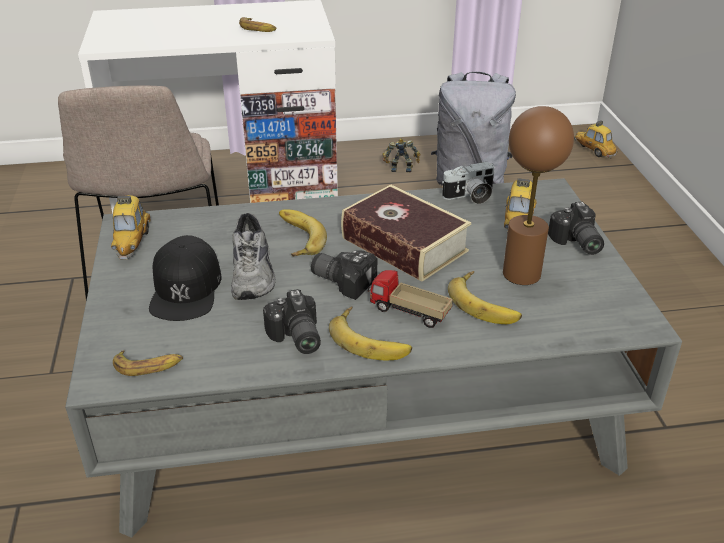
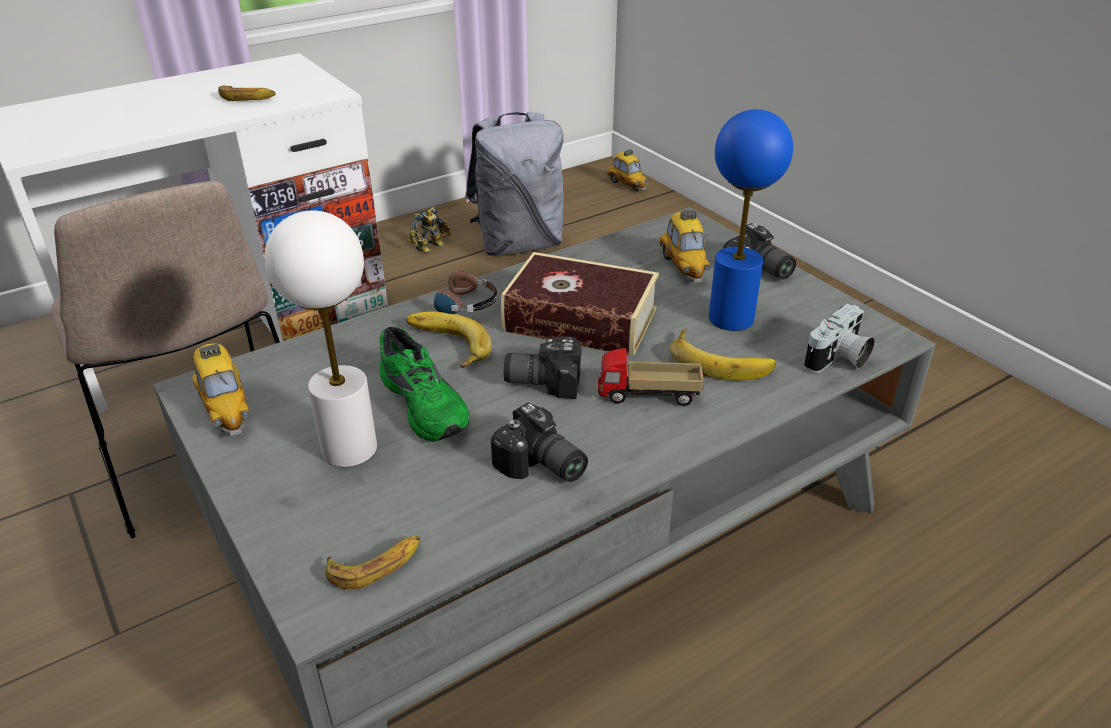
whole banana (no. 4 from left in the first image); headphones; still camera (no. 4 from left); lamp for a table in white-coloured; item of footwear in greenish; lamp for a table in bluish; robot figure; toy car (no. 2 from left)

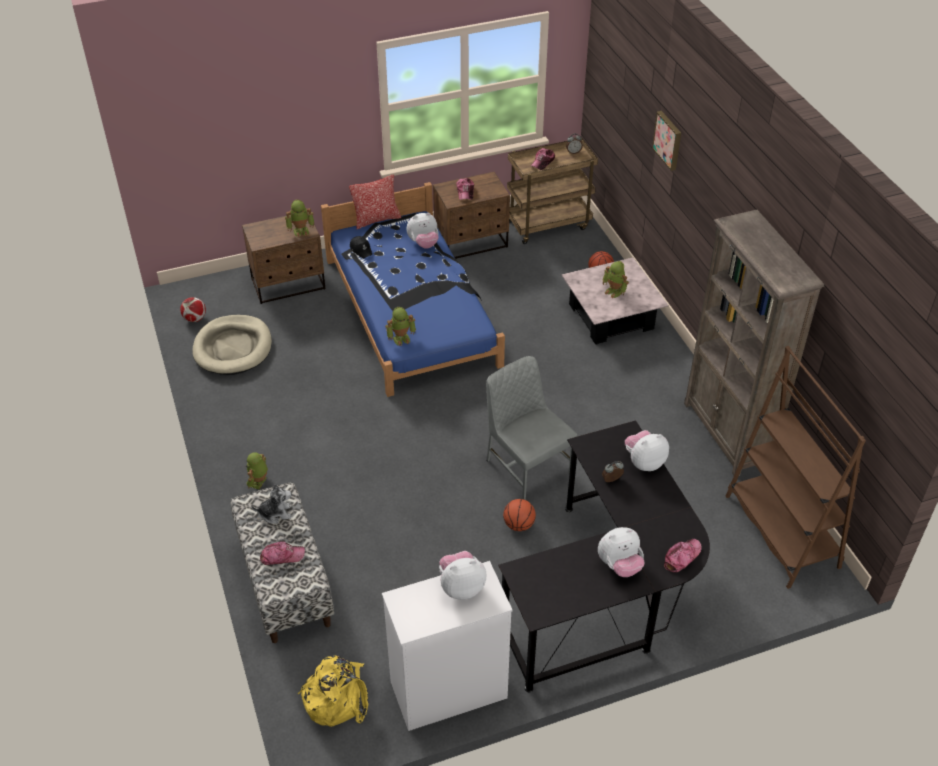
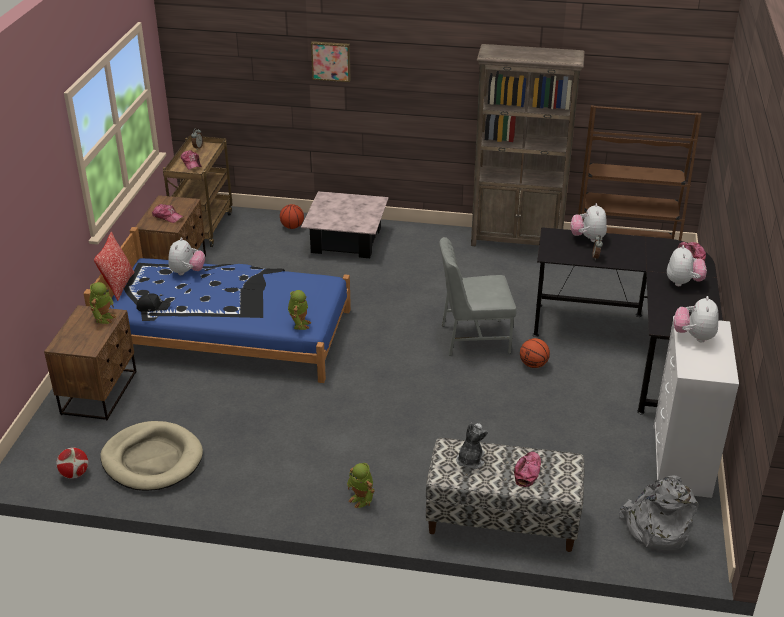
robot figure (no. 4 from left in the first image); rucksack in grey

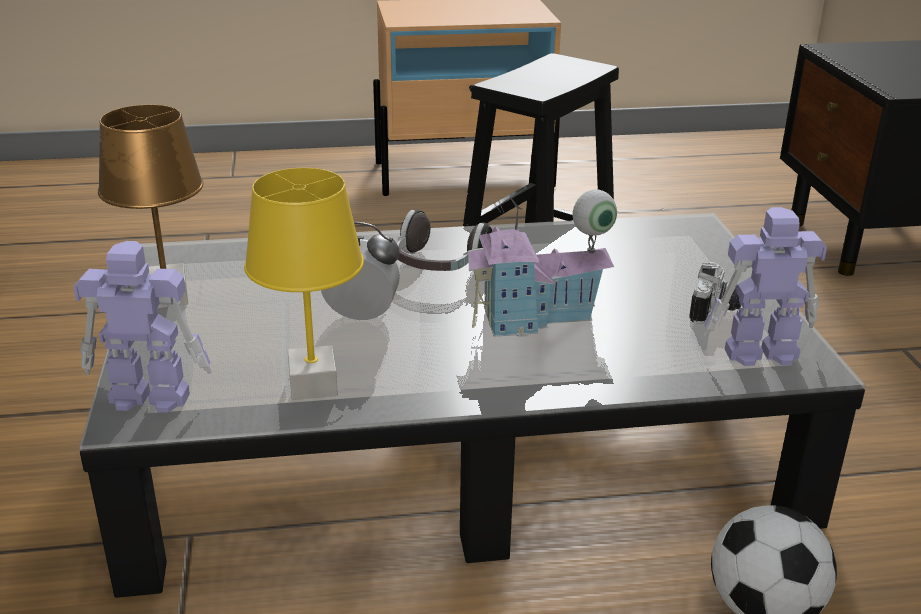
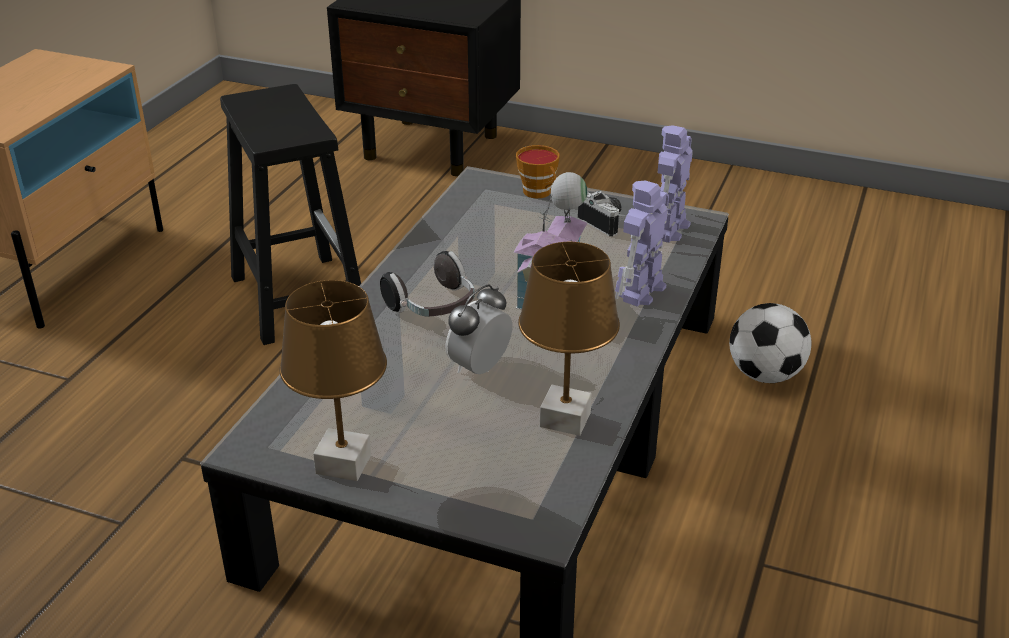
small cup; robot figure (no. 1 from left); lamp for a table in brownish (no. 2 from left)

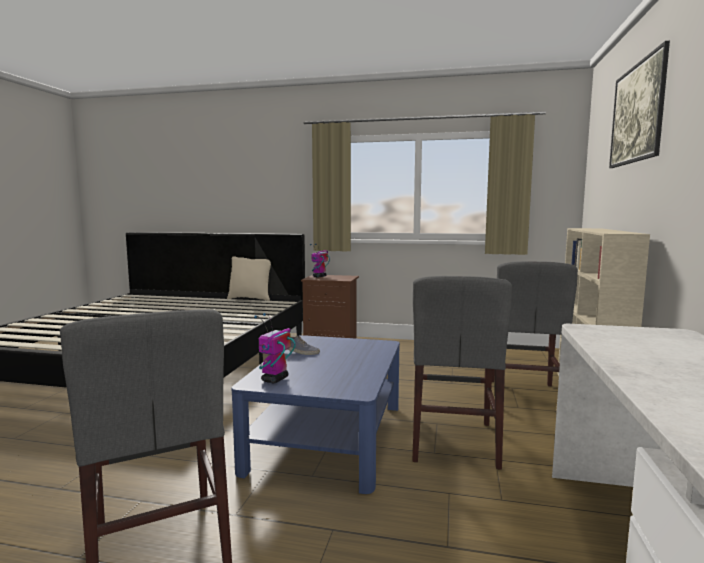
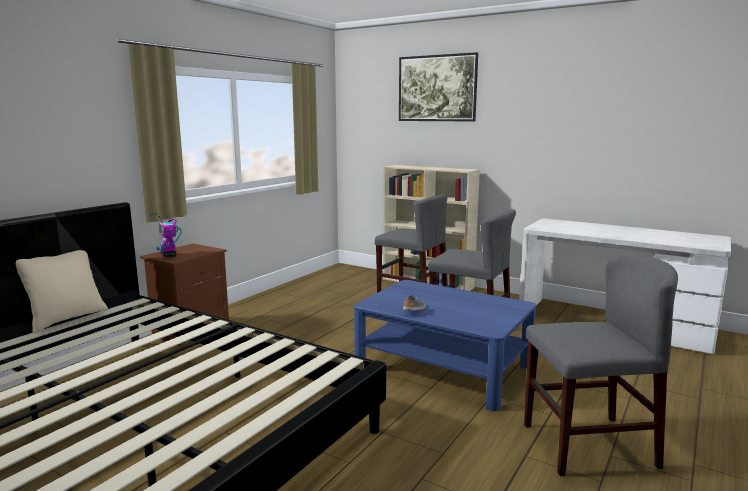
robot figure (no. 1 from left in the first image)

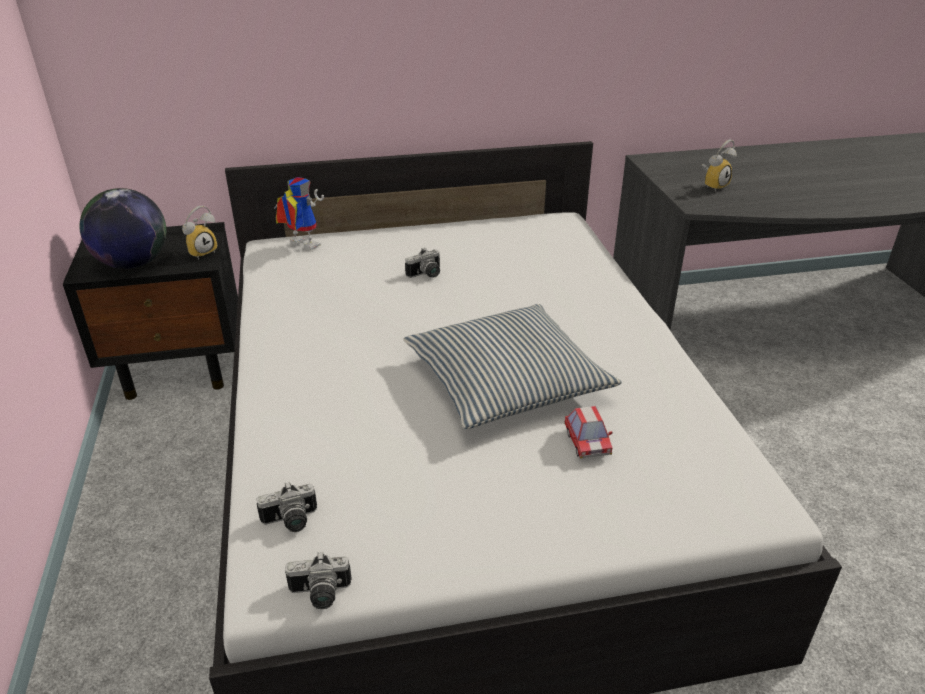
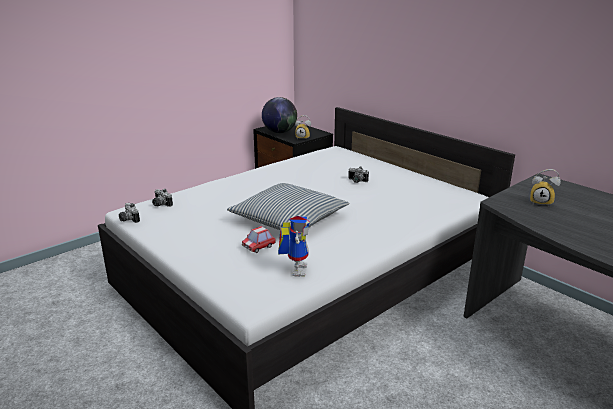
robot figure

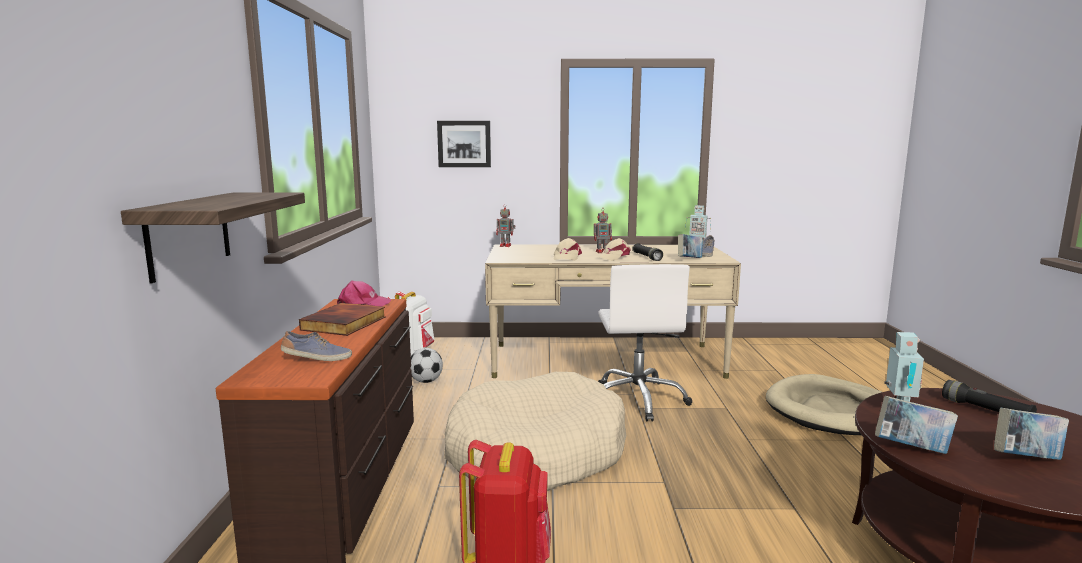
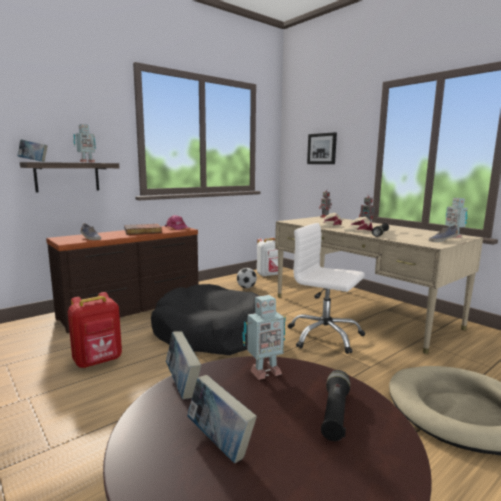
robot figure (no. 1 from left); volume (no. 1 from left); pet bed in blackish; desk chair in white-coloured

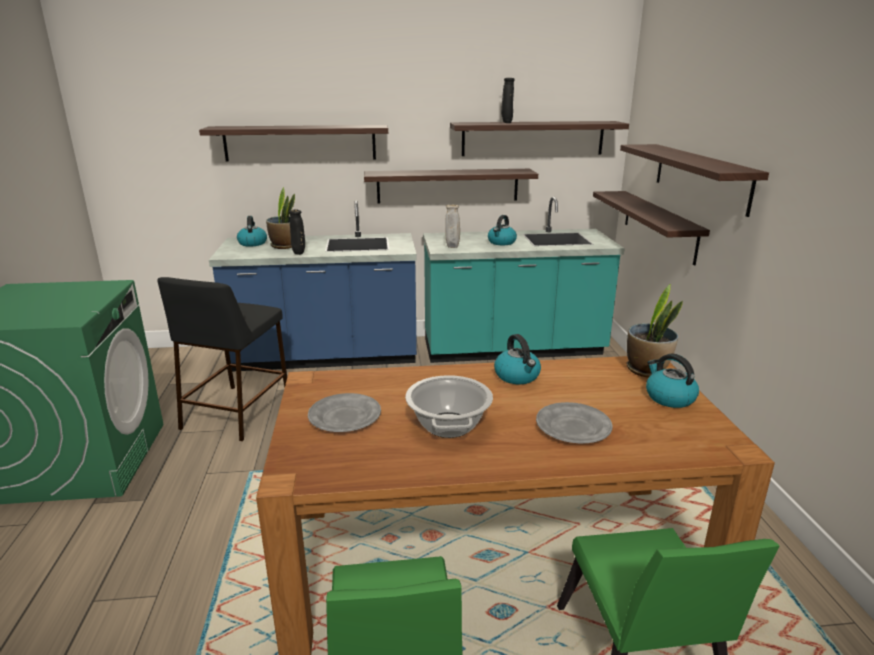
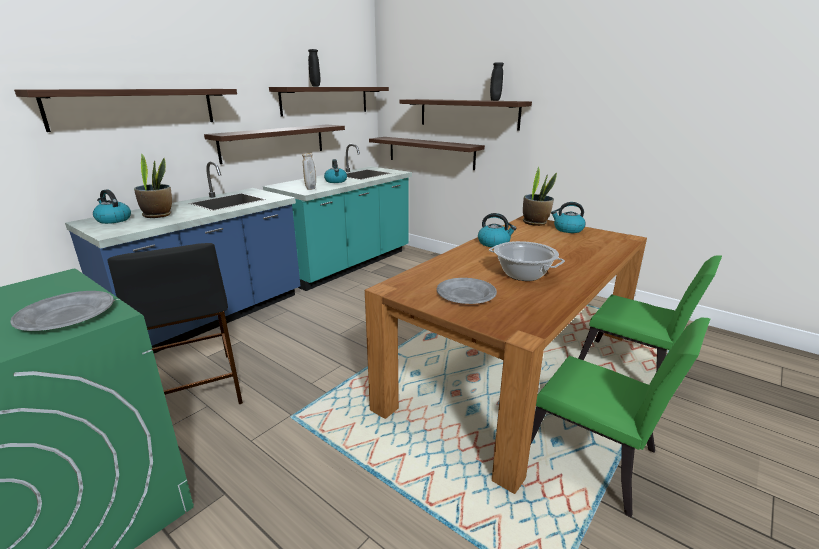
vase in blackish (no. 2 from left); plate in grey (no. 1 from left)

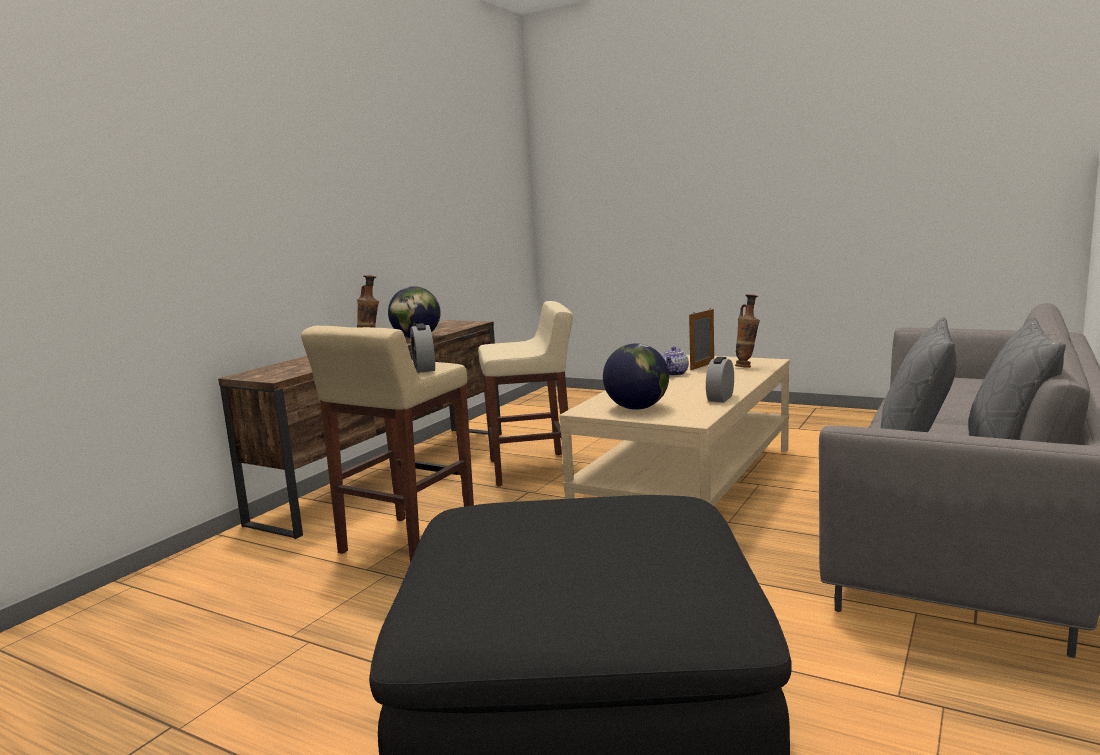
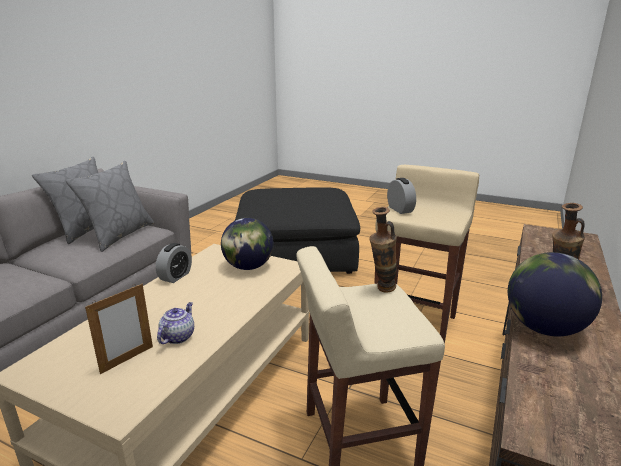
vase (no. 1 from left)

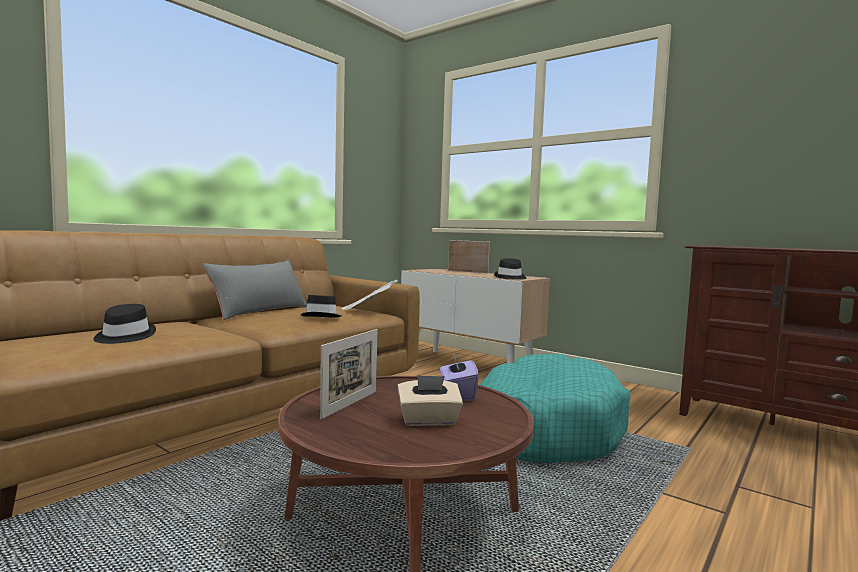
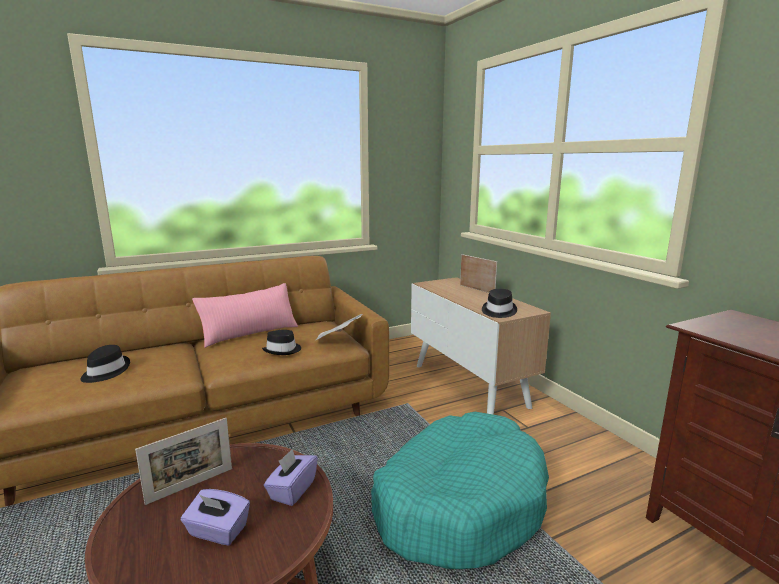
pillow in pinkish; tissue box in purplish (no. 1 from left)

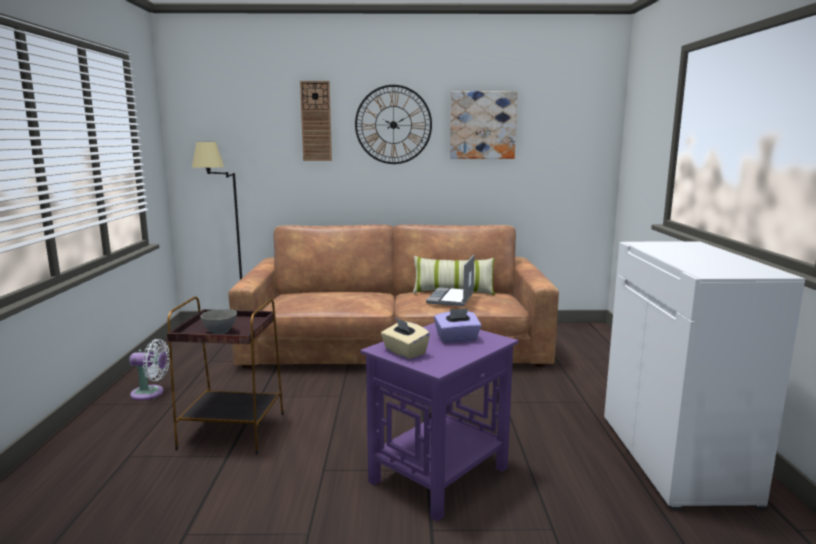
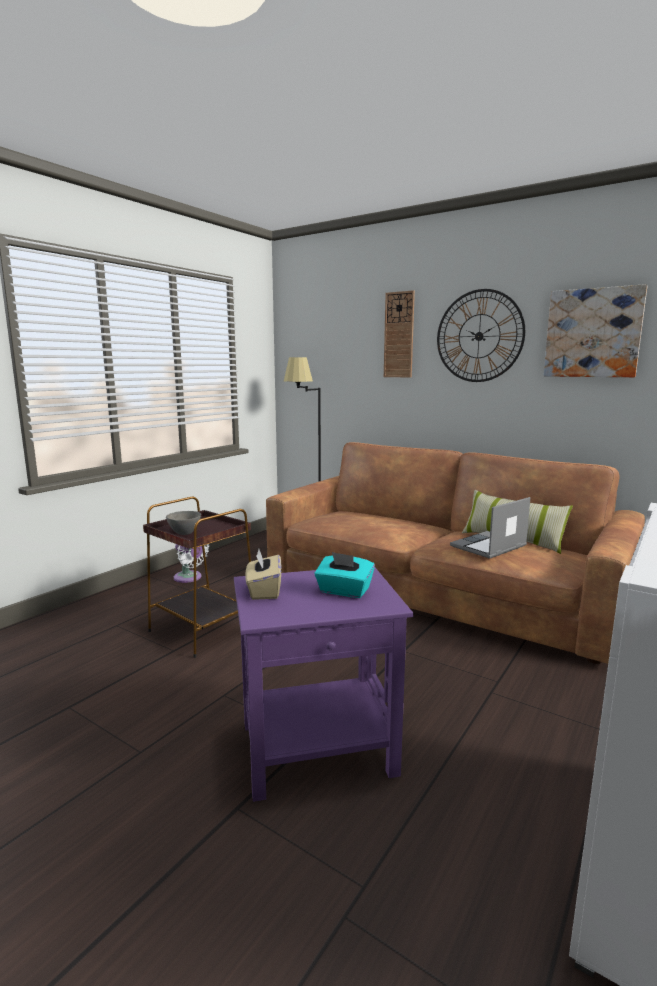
tissue box in turquoise-coloured

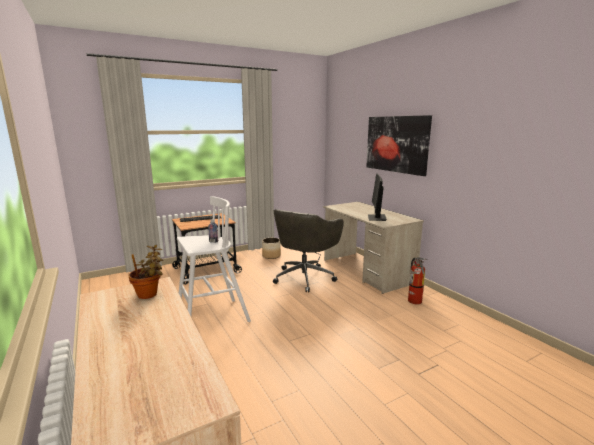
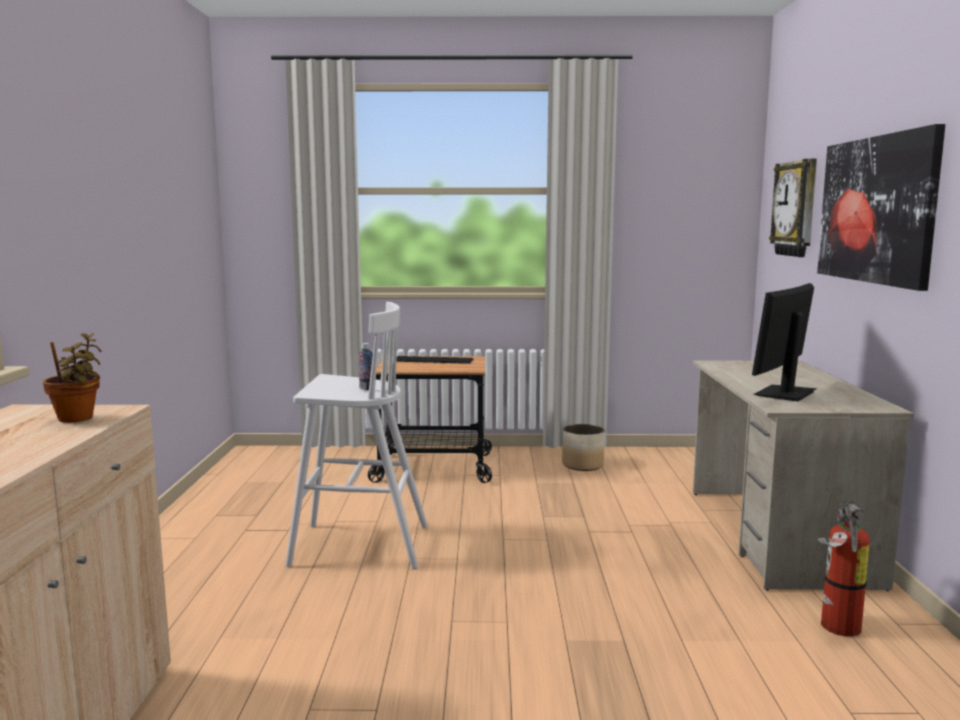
desk chair in grey; clock on the wall

